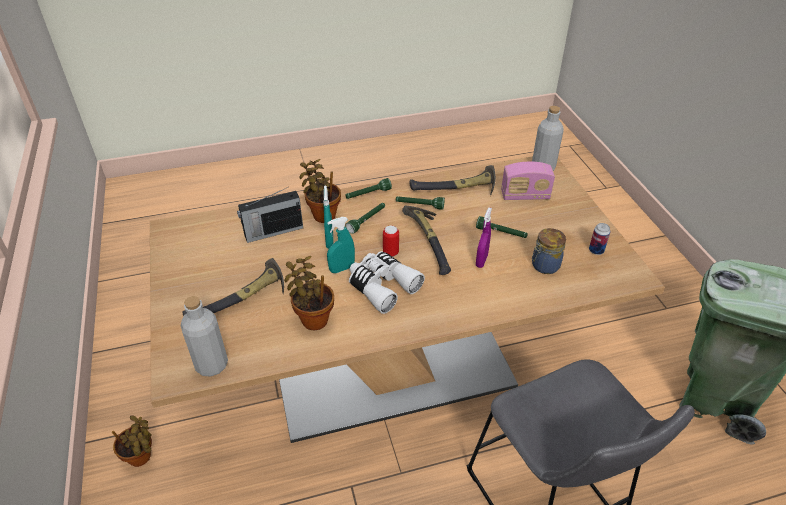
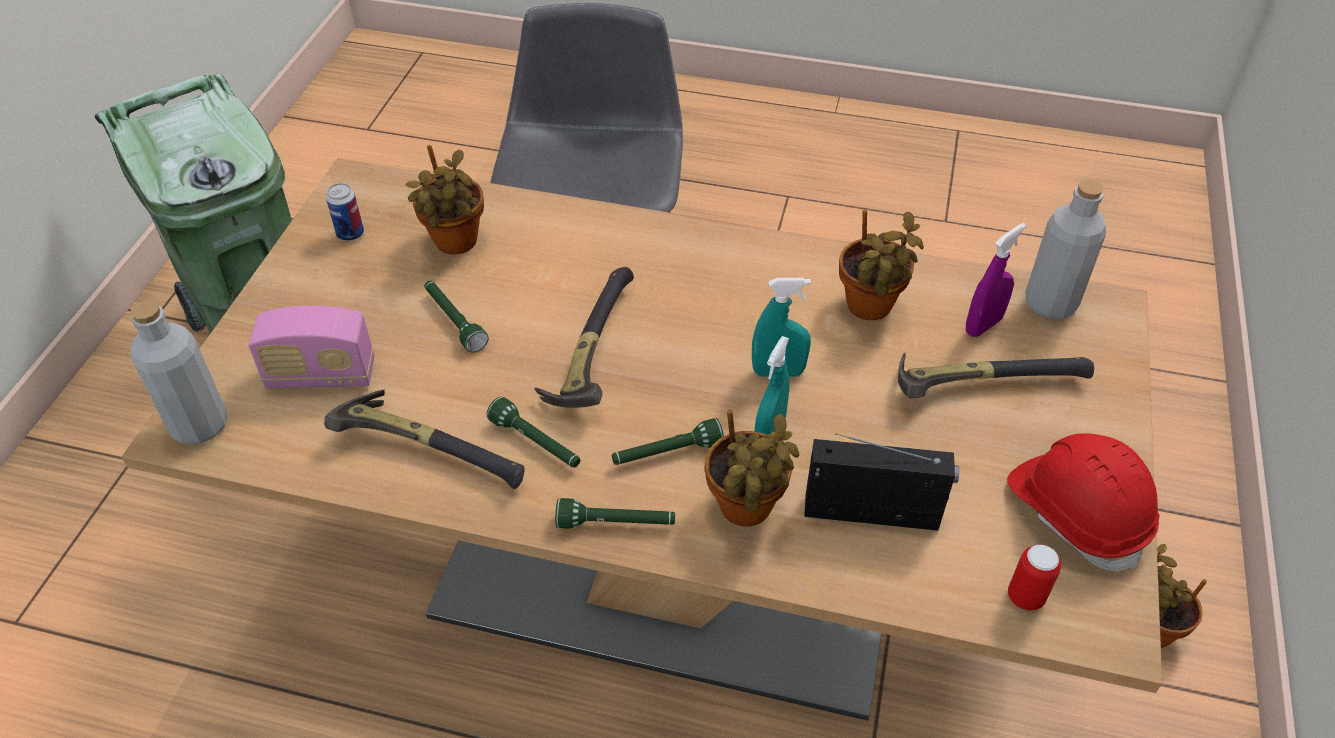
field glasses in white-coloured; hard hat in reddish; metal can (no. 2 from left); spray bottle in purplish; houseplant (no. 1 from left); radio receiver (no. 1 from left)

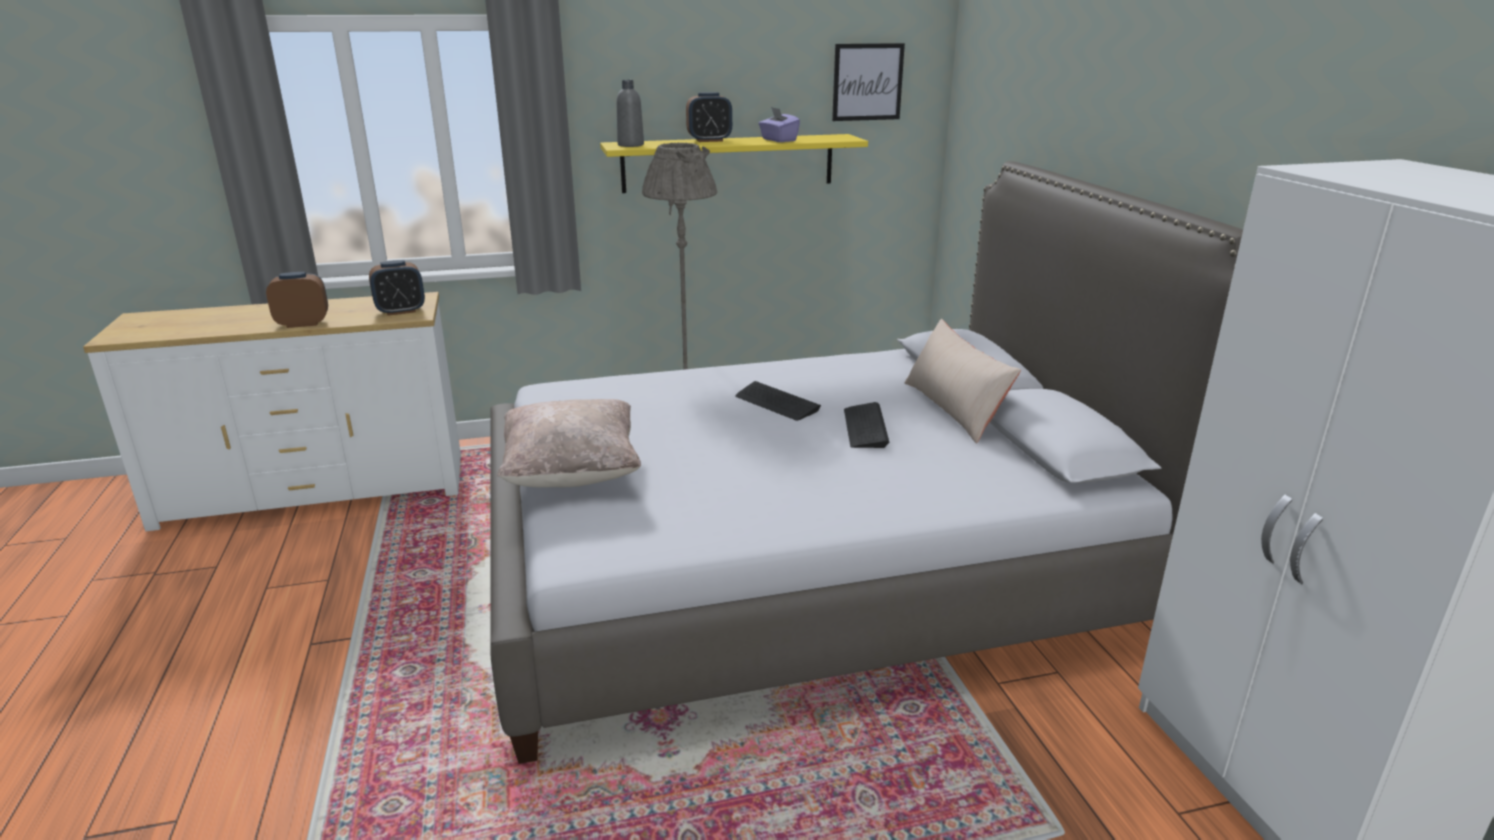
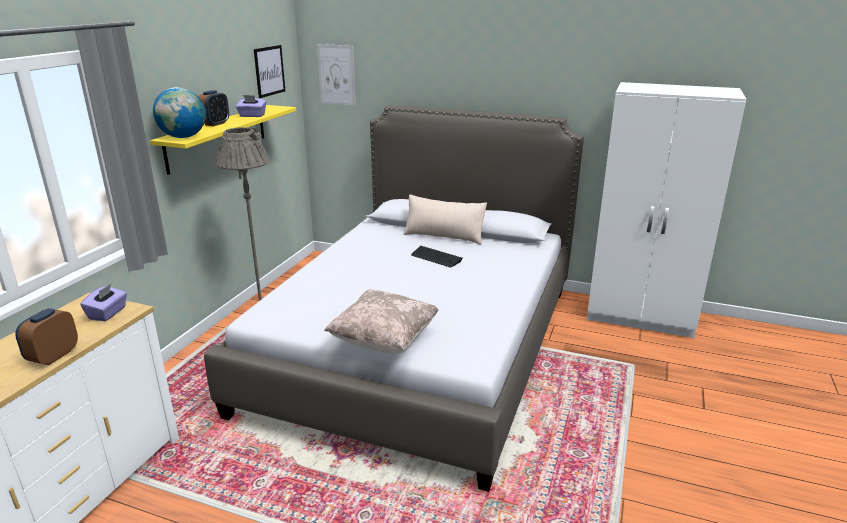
keyboard (no. 1 from left in the first image); picture (no. 2 from left); tissue box in purplish (no. 1 from left); desk globe

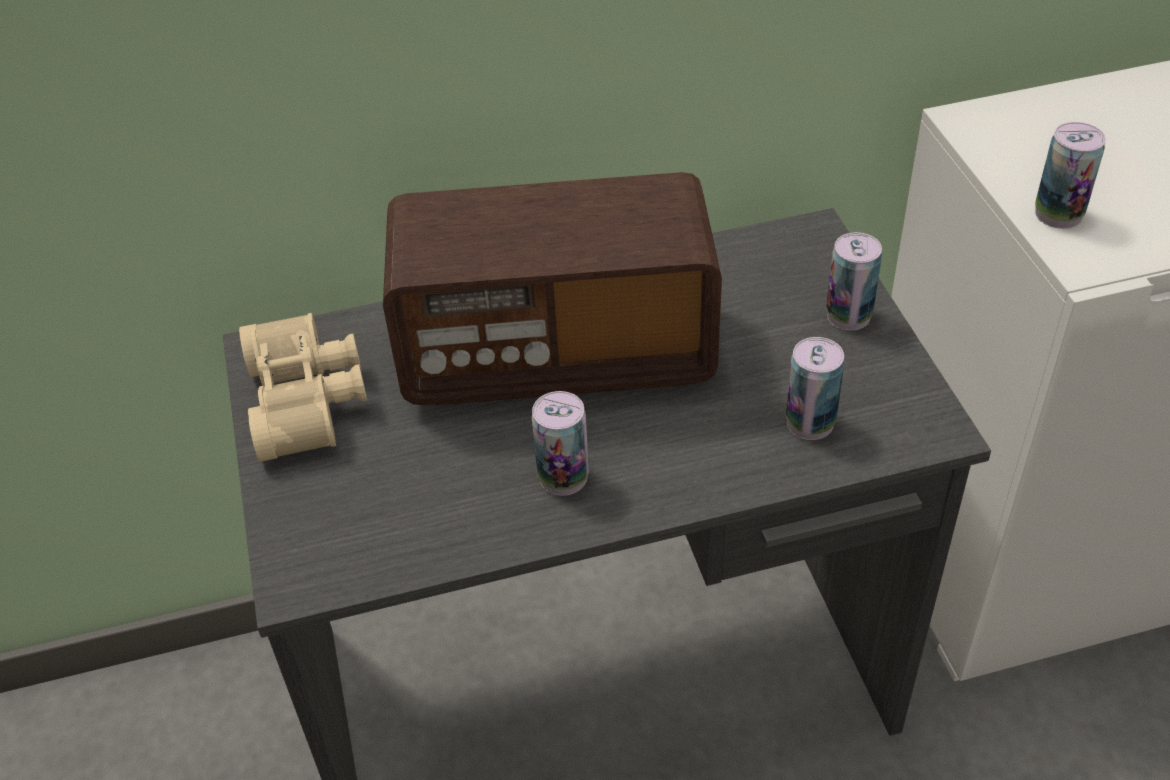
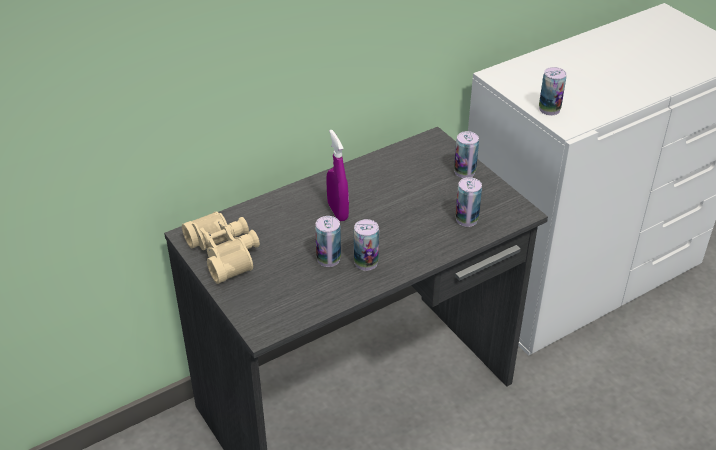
metal can (no. 1 from left); spray bottle in purplish

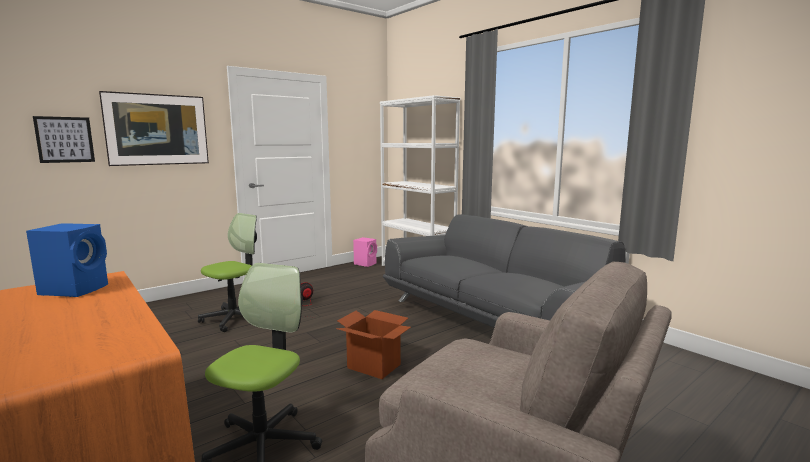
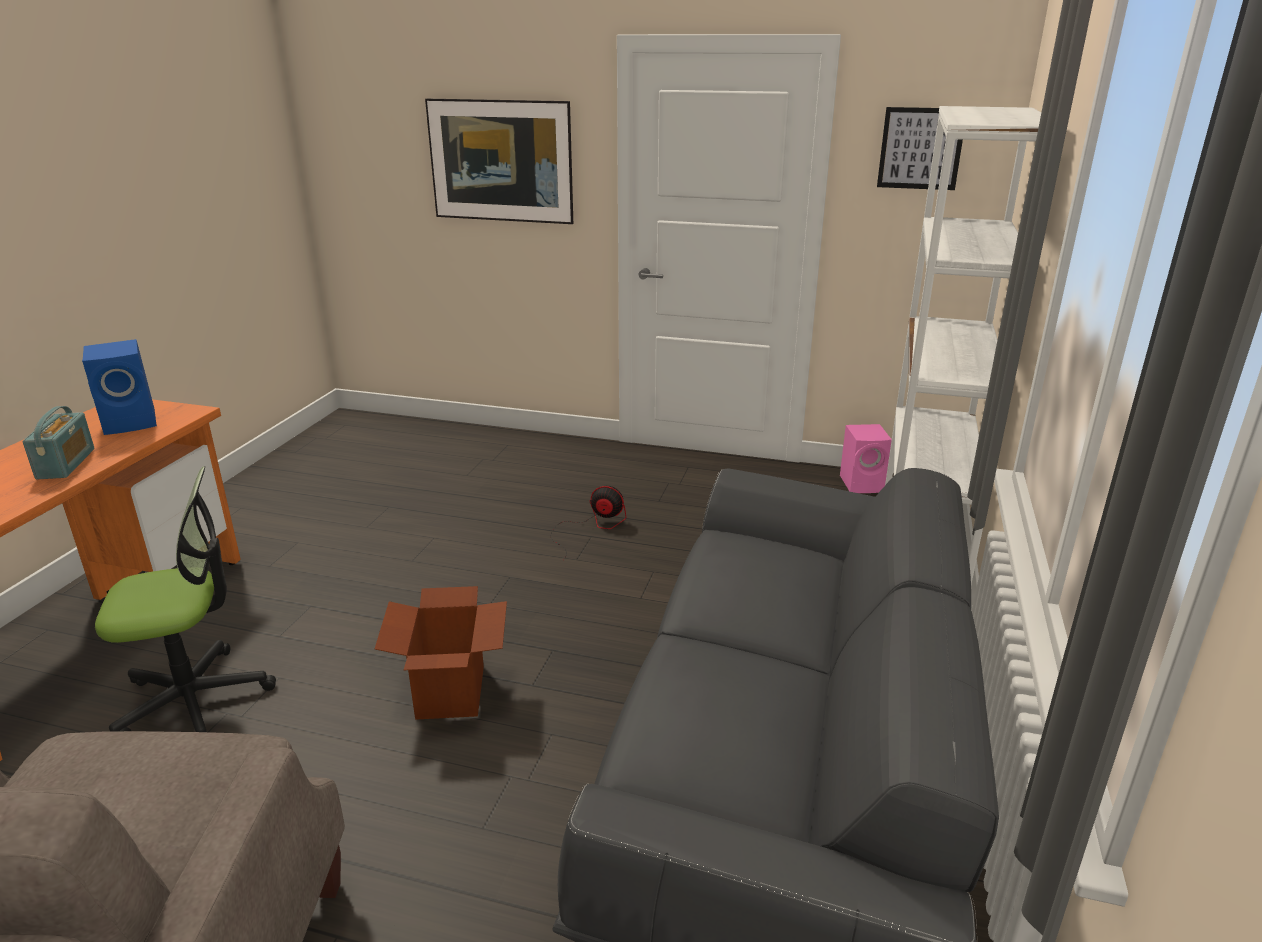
desk chair (no. 1 from left in the first image); radio receiver; picture (no. 2 from left)

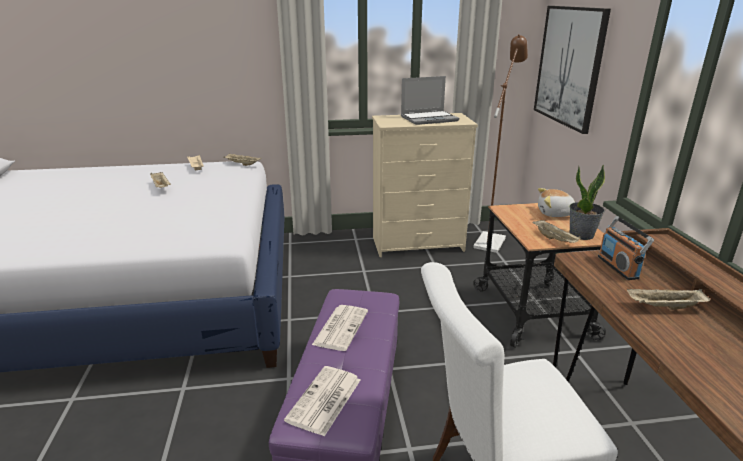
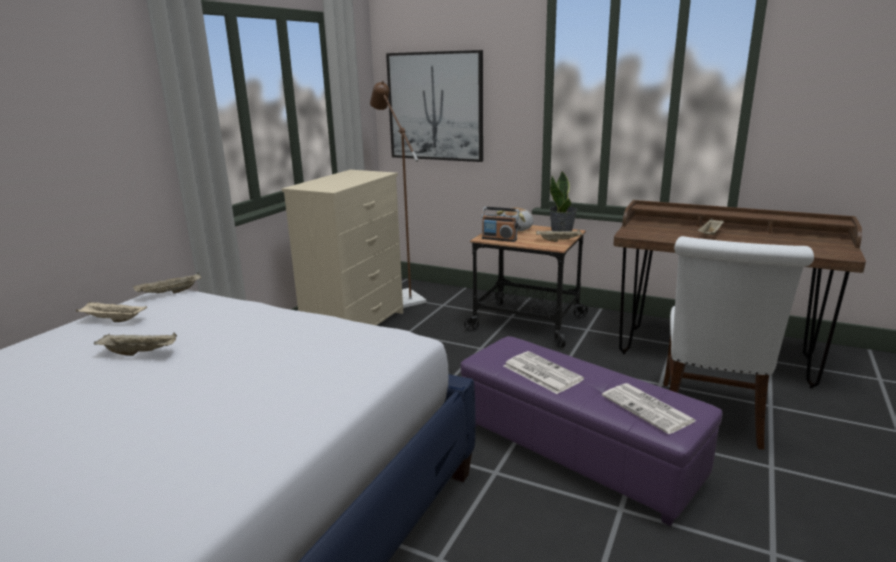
portable computer; radio receiver

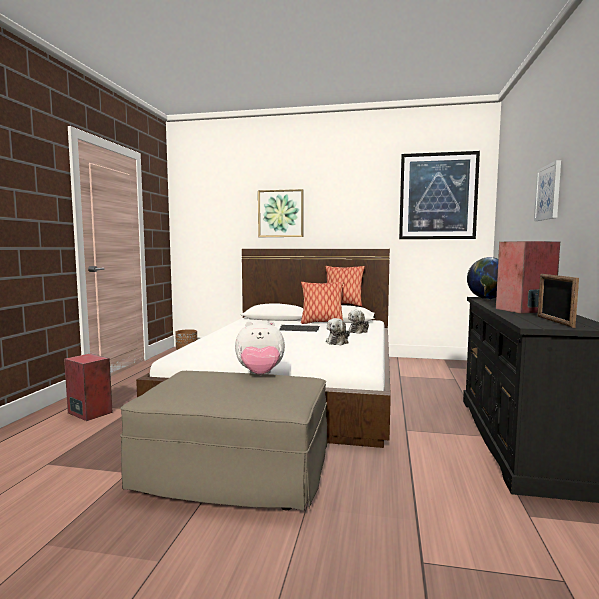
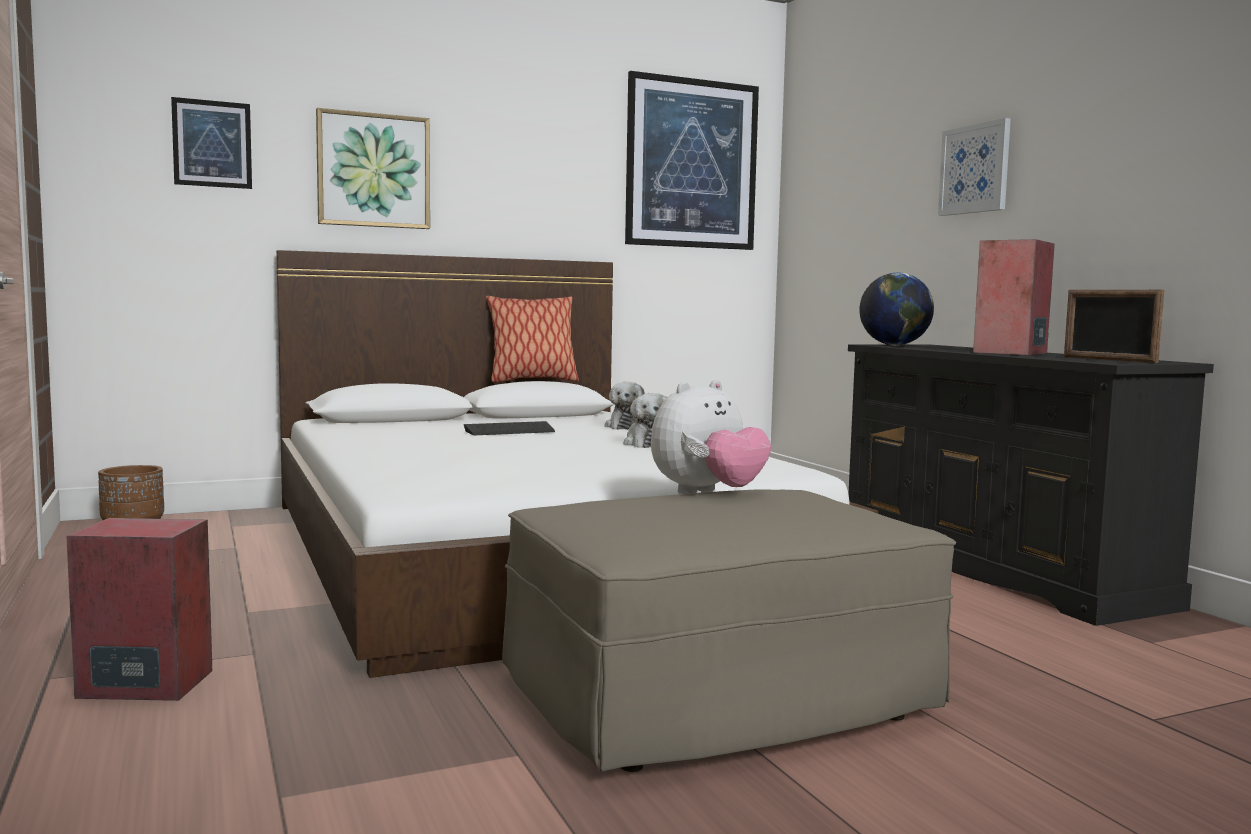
pillow (no. 1 from left in the first image); picture (no. 1 from left)

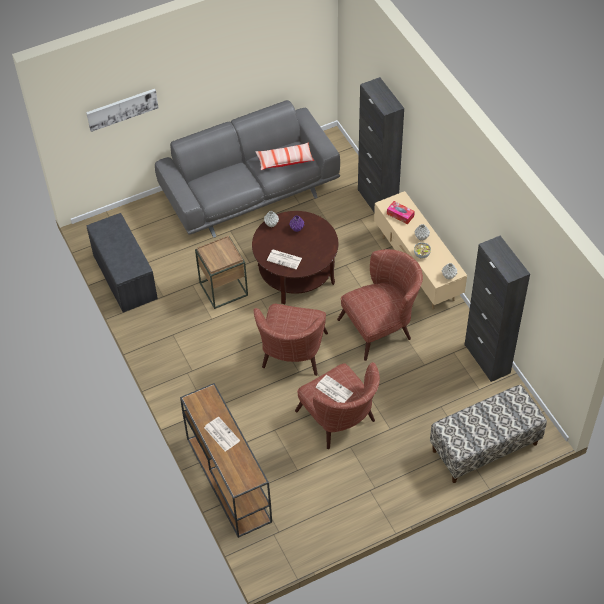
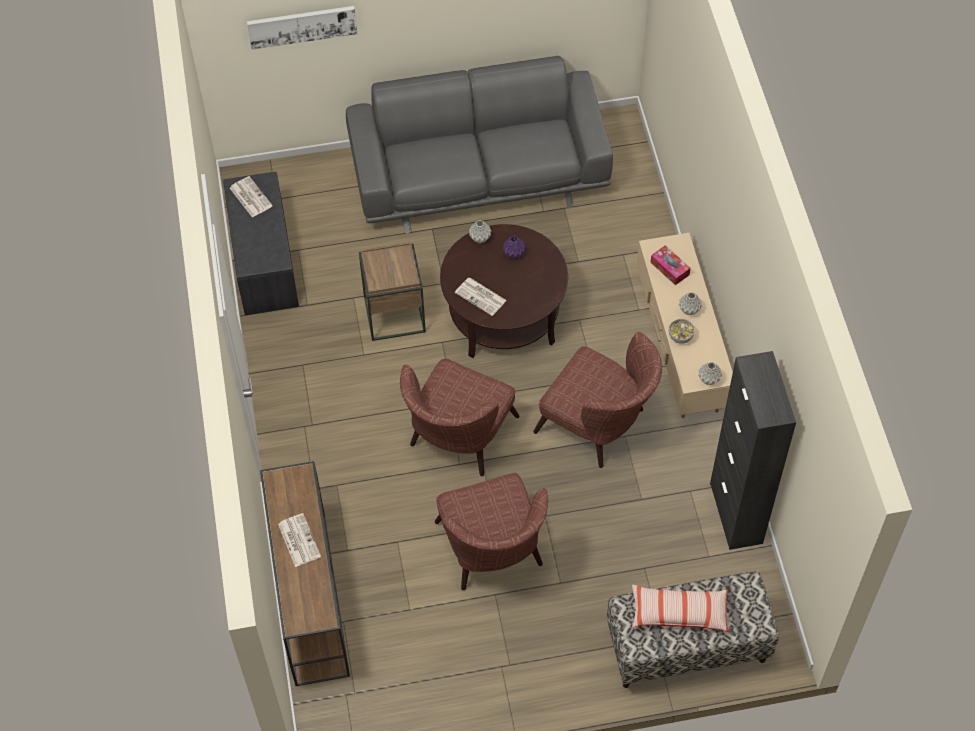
cupboard in blackish (no. 1 from left in the first image); pillow; daily paper (no. 1 from left); lounge chair in brownish (no. 3 from left)

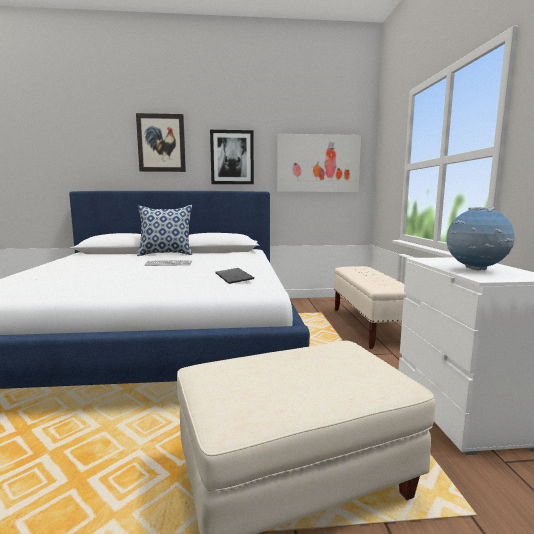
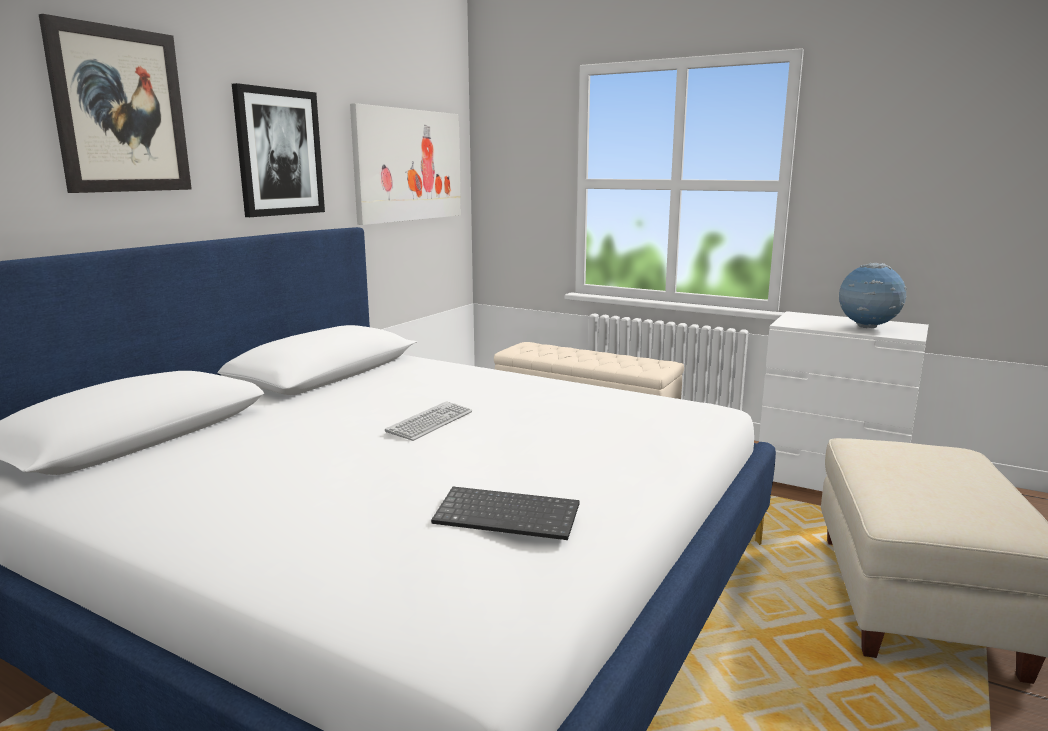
pillow; keyboard (no. 2 from left)

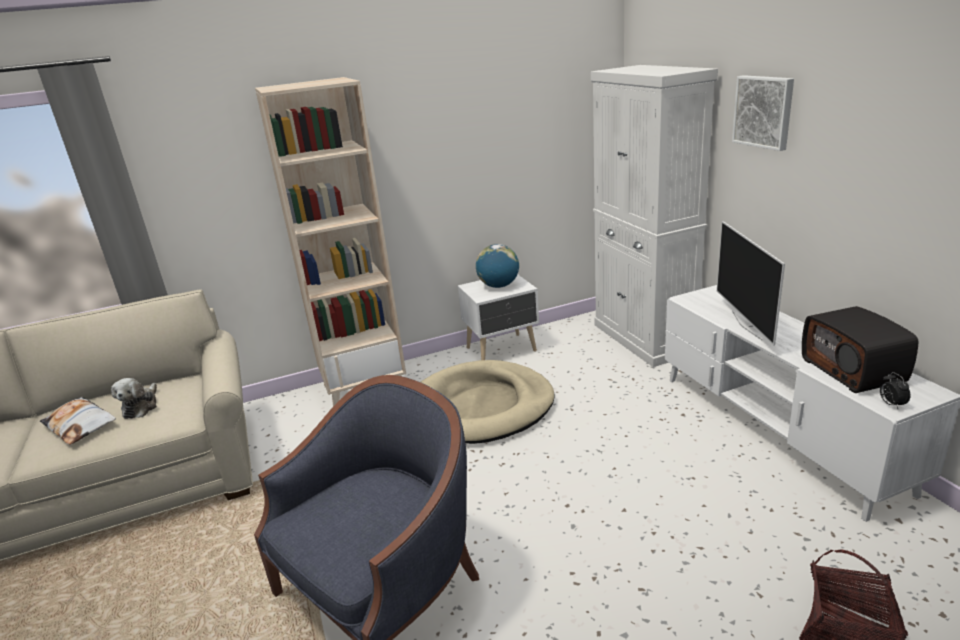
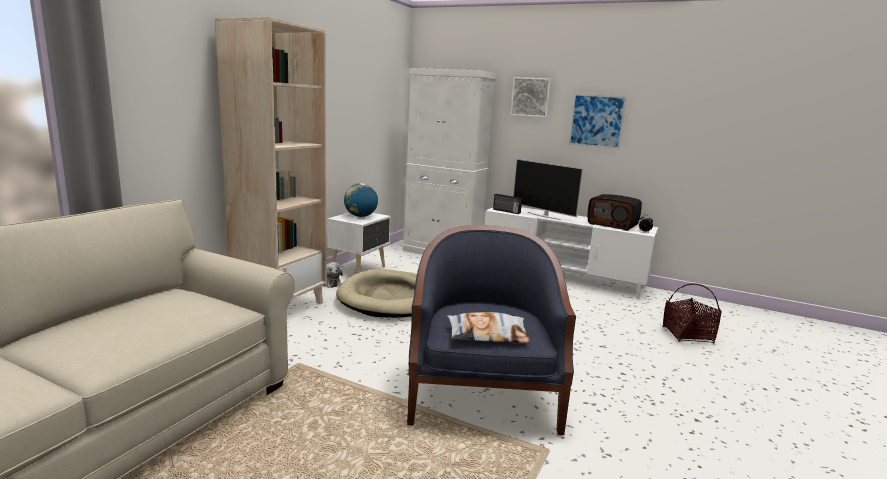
radio receiver (no. 1 from left); picture (no. 2 from left); pillow; plush toy

